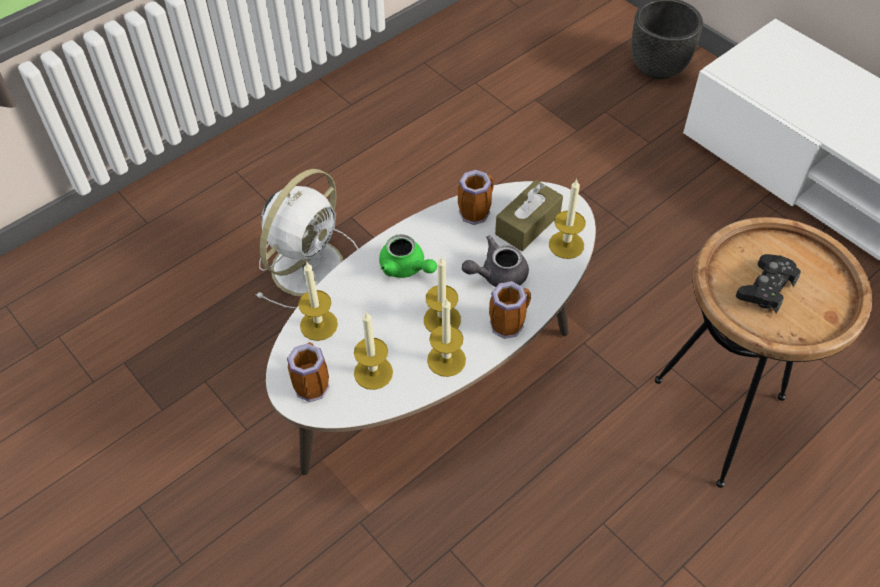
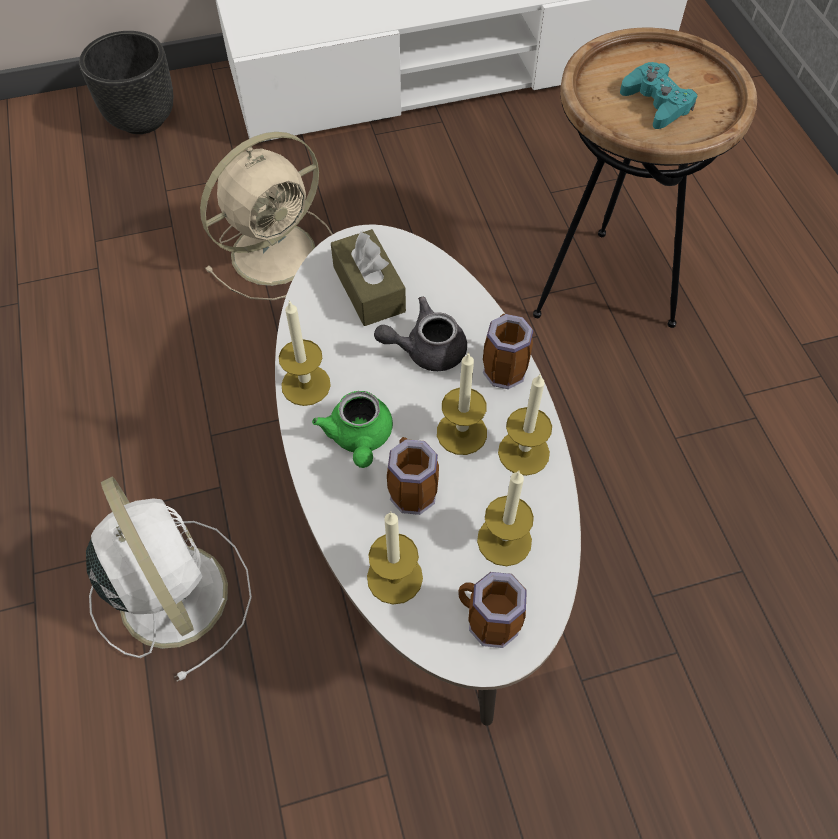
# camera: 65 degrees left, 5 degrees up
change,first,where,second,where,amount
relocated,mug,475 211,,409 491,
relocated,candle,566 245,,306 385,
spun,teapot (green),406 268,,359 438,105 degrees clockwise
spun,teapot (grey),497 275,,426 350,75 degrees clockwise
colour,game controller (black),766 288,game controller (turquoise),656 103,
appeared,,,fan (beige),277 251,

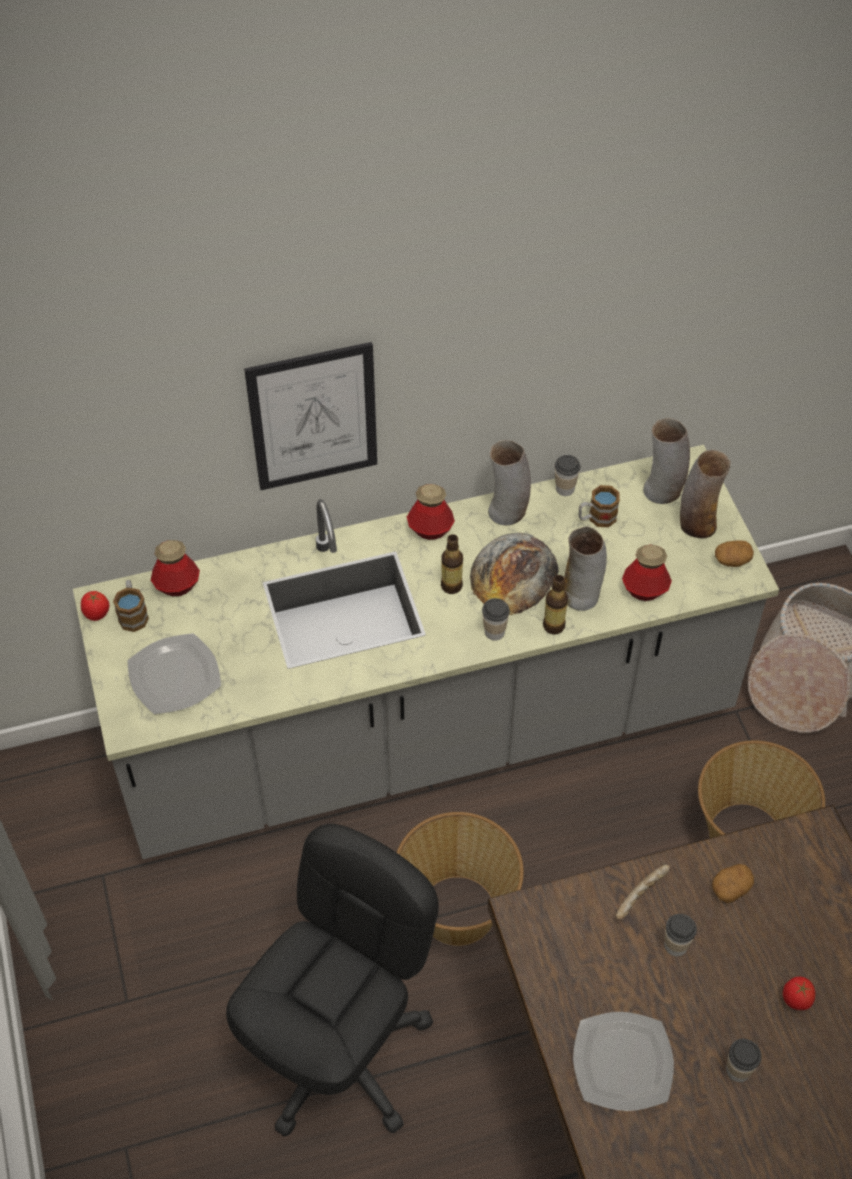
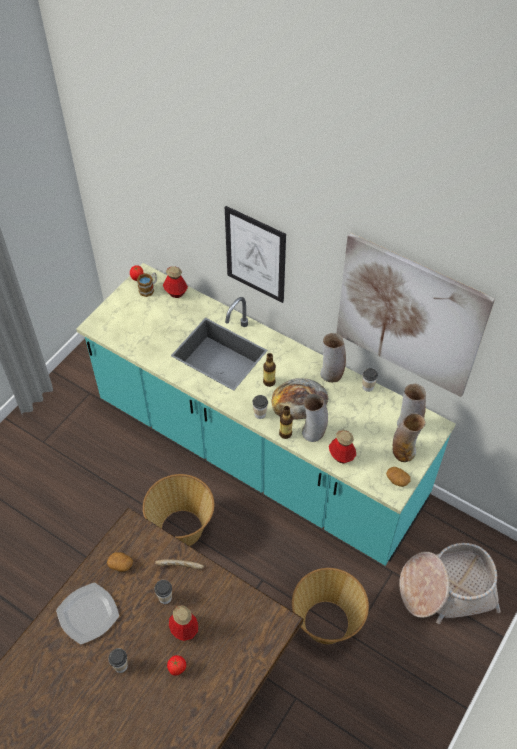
# camera: 50 degrees right, 0 degrees up
change,first,where,second,where,amount
colour,counter (grey),426 731,counter (turquoise),258 453,
relocated,bottle,430 530,,184 629,
missing,mug,596 518,,,
missing,plate,174 677,,,
missing,office chair (black),339 1053,,,
relocated,potato,731 887,,121 564,
appeared,,,picture,409 316,

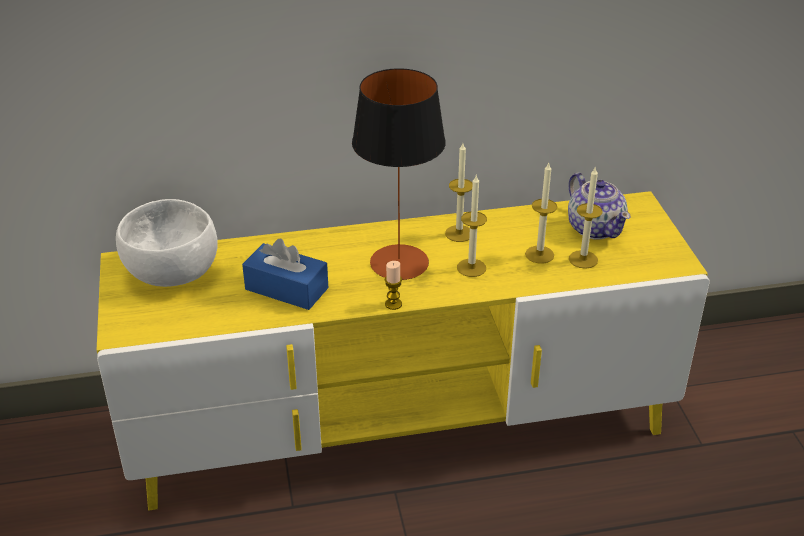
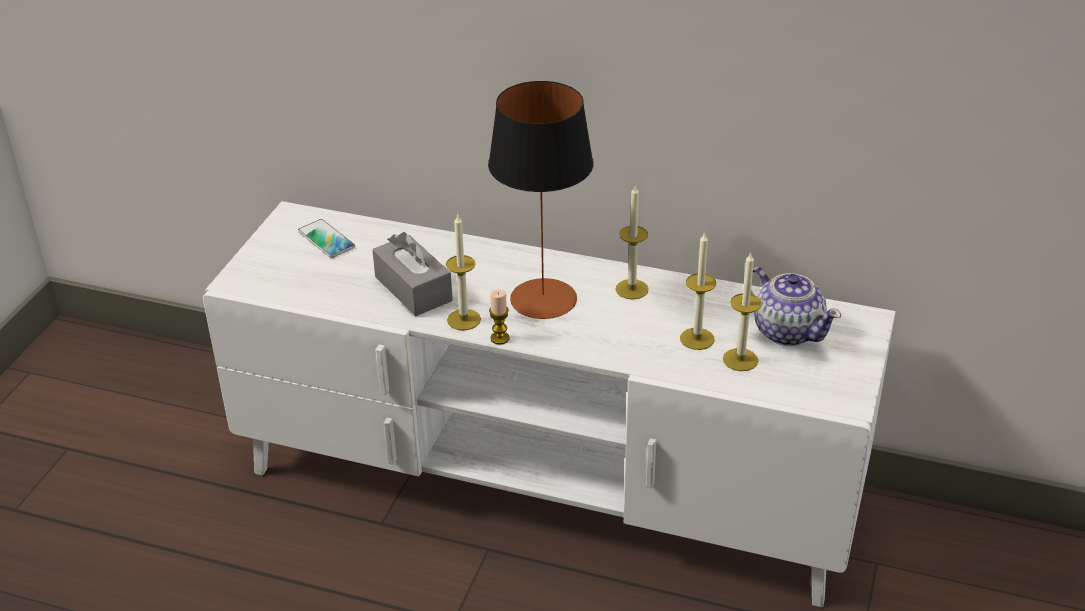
# camera: 30 degrees right, 0 degrees up
change,first,where,second,where,amount
spun,teapot,595 228,,787 330,45 degrees counterclockwise
relocated,candle,471 268,,464 319,
colour,tv stand (yellow),401 425,tv stand (white),546 486,
exchanged,bowl (white),173 272,phone,326 239,
colour,tissue box (blue),286 289,tissue box (grey),413 289,

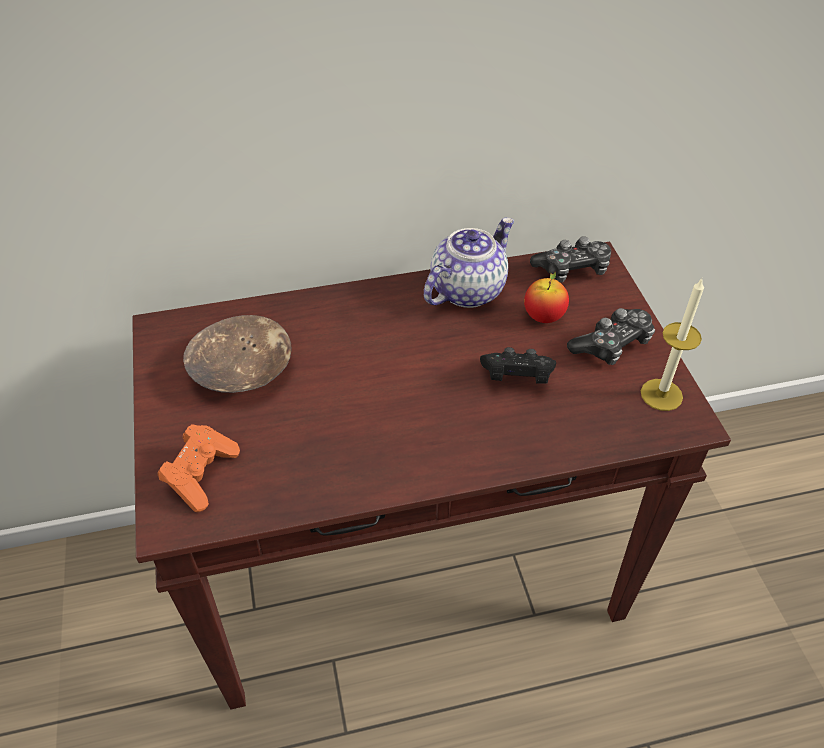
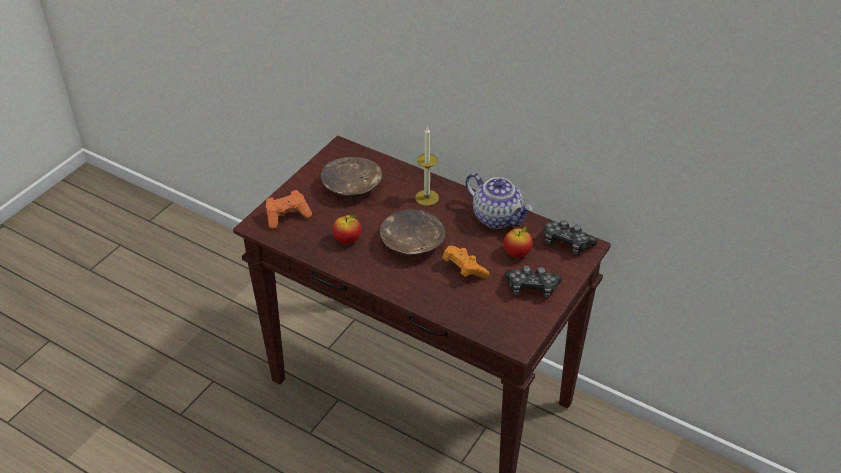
# camera: 45 degrees right, 5 degrees down
change,first,where,second,where,amount
spun,teapot,467 289,,498 217,45 degrees clockwise
relocated,candle,661 394,,427 198,
colour,game controller (black),516 378,game controller (orange),463 269,
appeared,,,bowl (brown),411 243,
appeared,,,apple,347 240,

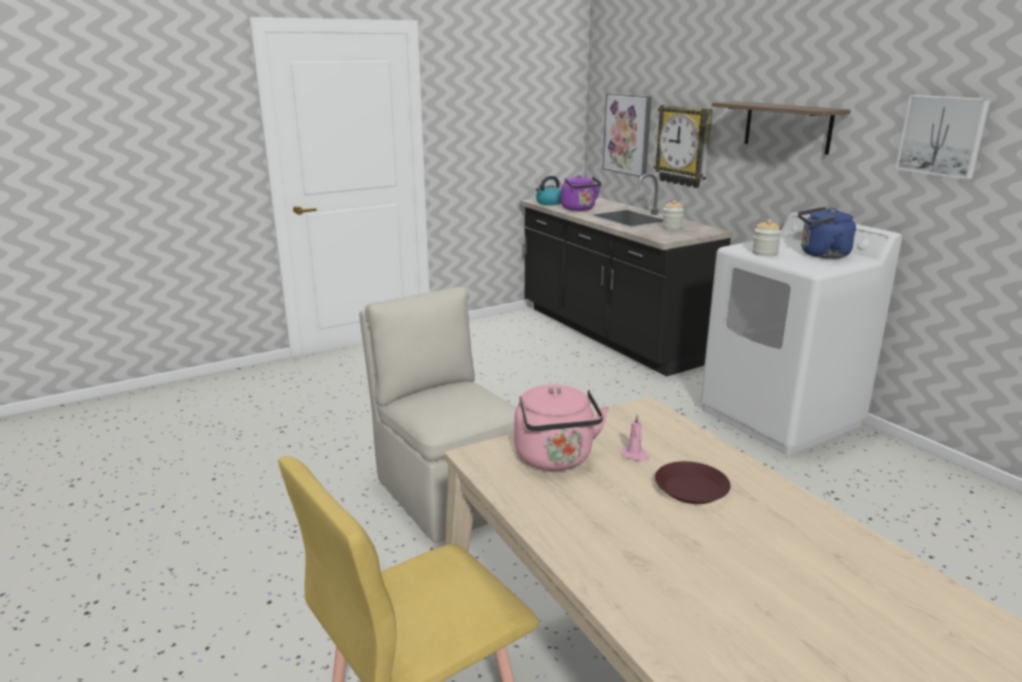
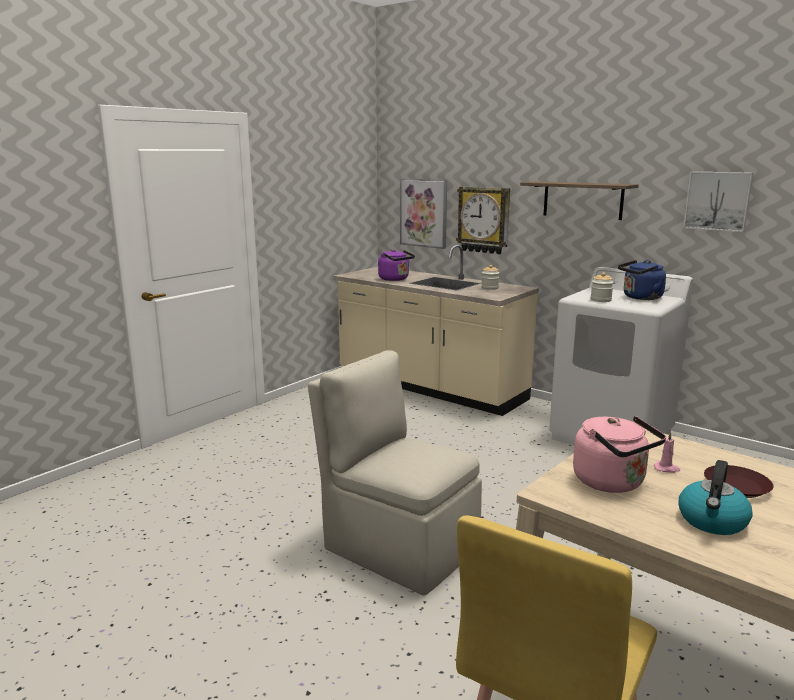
# camera: 20 degrees left, 5 degrees down
change,first,where,second,where,amount
colour,counter (black),610 334,counter (beige),429 388,
relocated,kettle,549 203,,712 521,

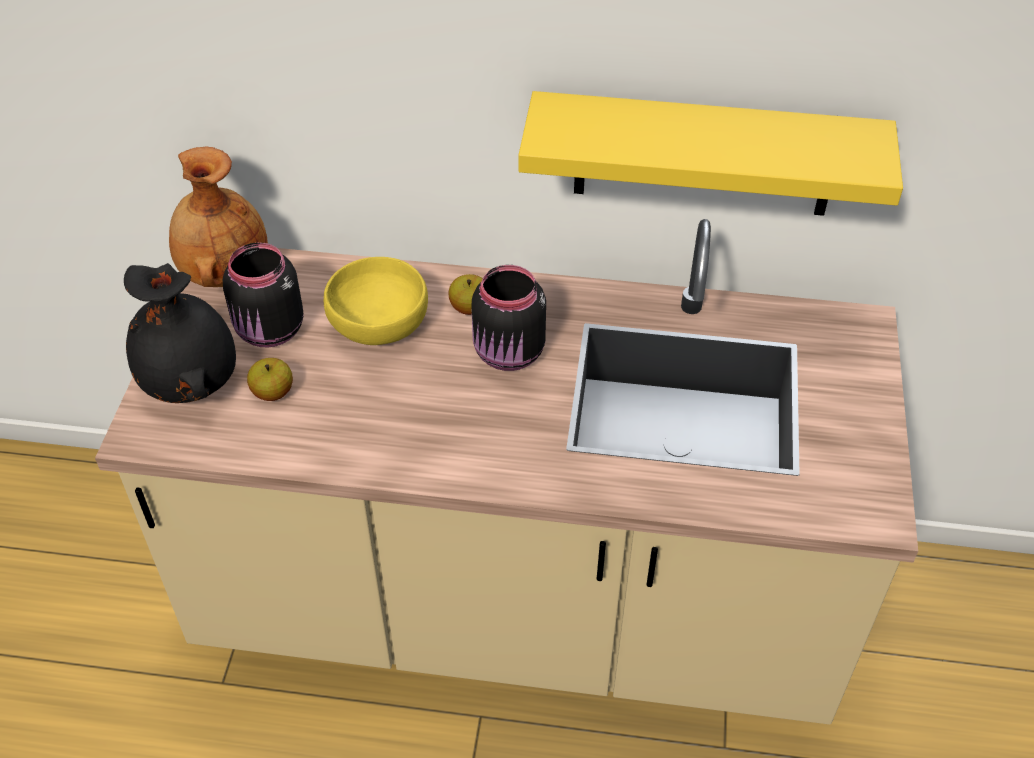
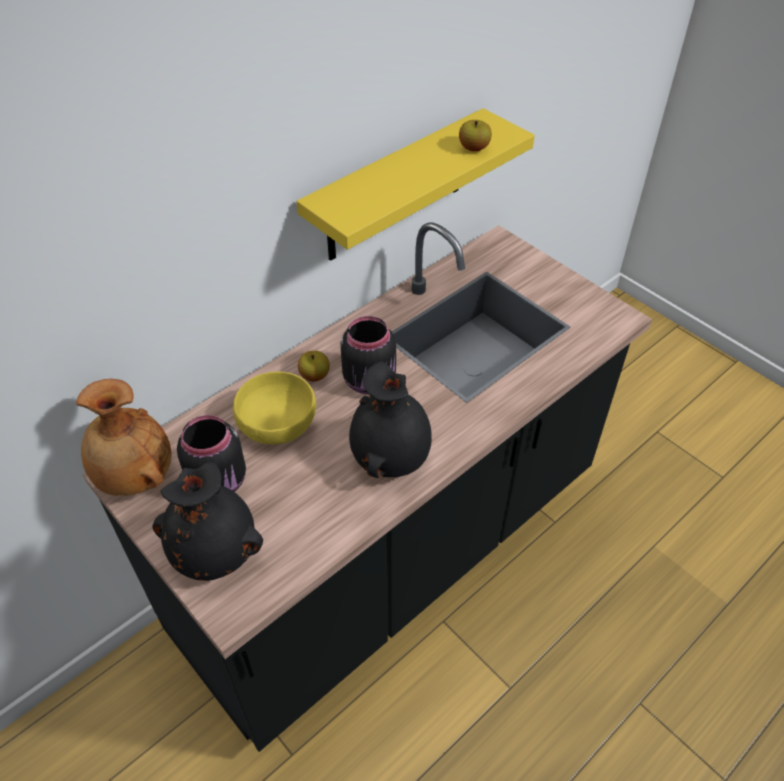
# camera: 50 degrees left, 0 degrees up
change,first,where,second,where,amount
colour,counter (beige),517 607,counter (black),392 553,
relocated,apple,273 392,,474 148,
appeared,,,vase (black),392 458,

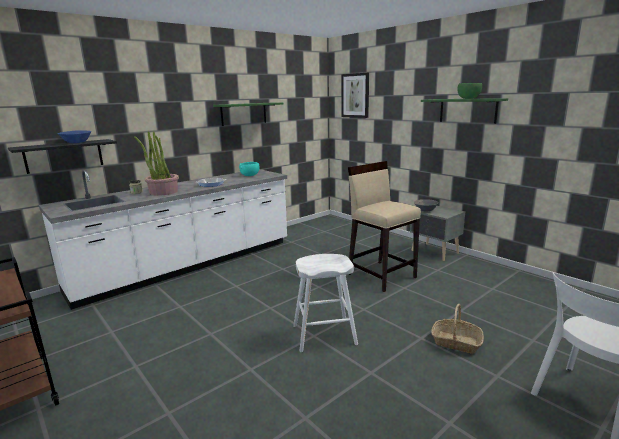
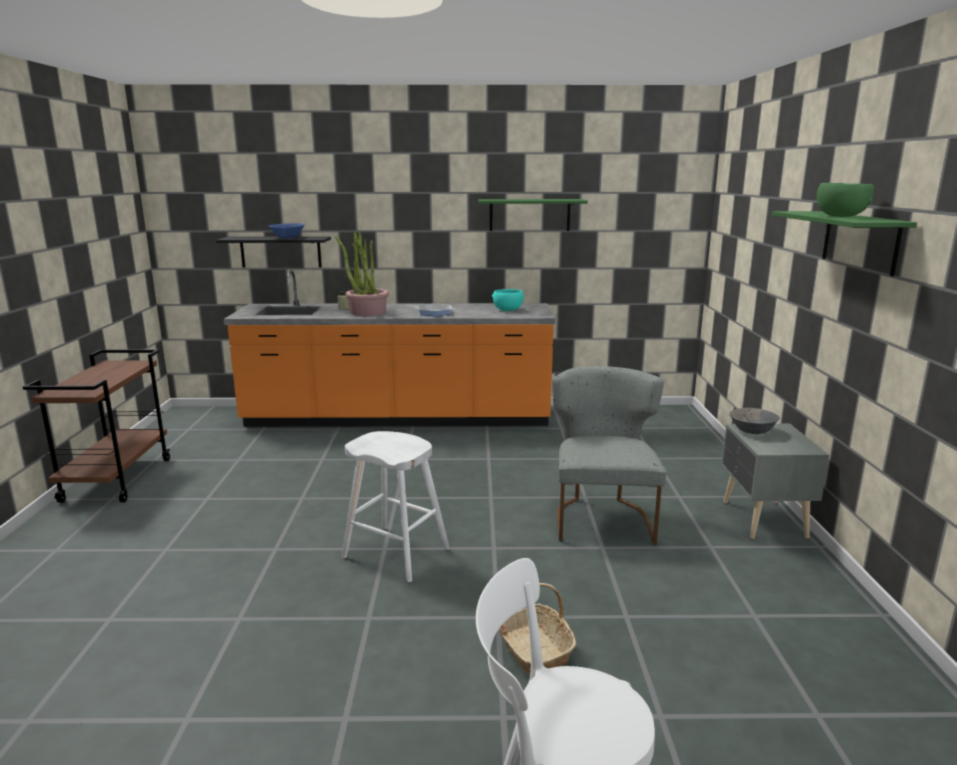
# camera: 40 degrees right, 0 degrees up
change,first,where,second,where,amount
missing,picture,355 95,,,
exchanged,stool (beige),381 275,chair (grey),601 517,
colour,counter (white),188 266,counter (orange),398 418,

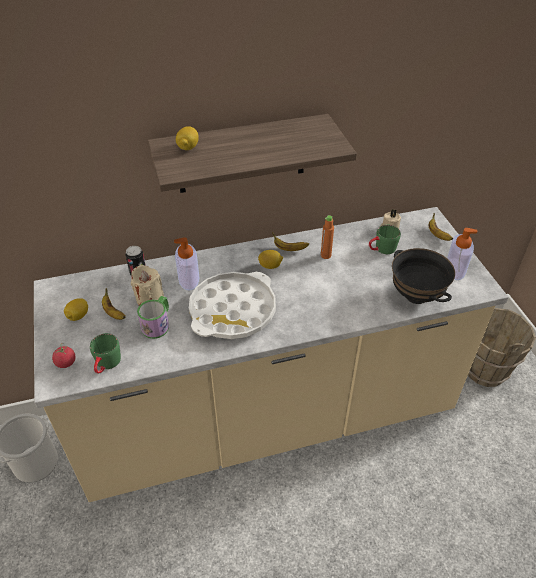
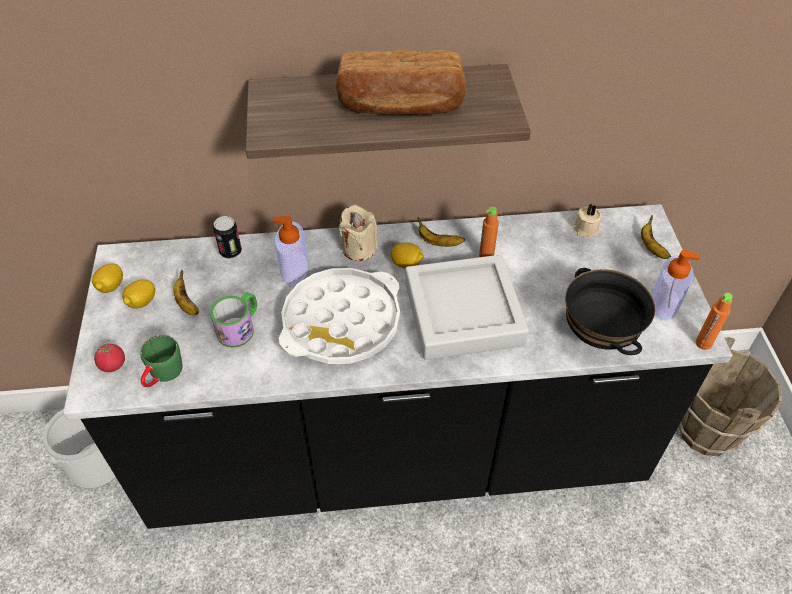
# camera: 10 degrees right, 5 degrees up
change,first,where,second,where,amount
relocated,lemon,188 147,,111 286,
colour,counter (beige),268 419,counter (black),396 453,
missing,mug (green),381 249,,,
relocated,candle (beige),149 298,,359 248,
appeared,,,bread,401 105,
appeared,,,tray (grey),463 313,
appeared,,,bottle (orange),703 343,

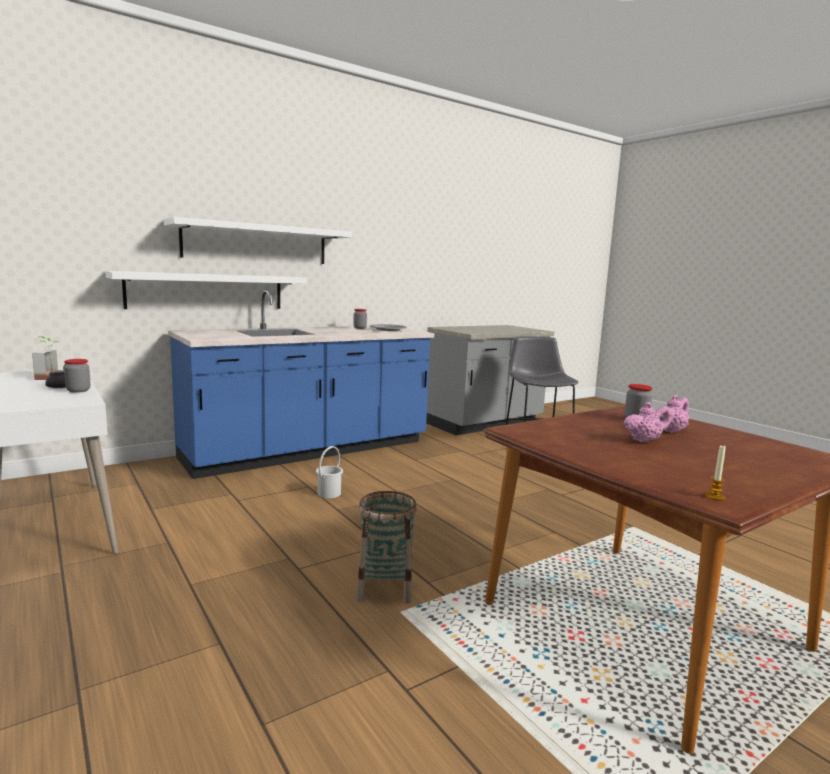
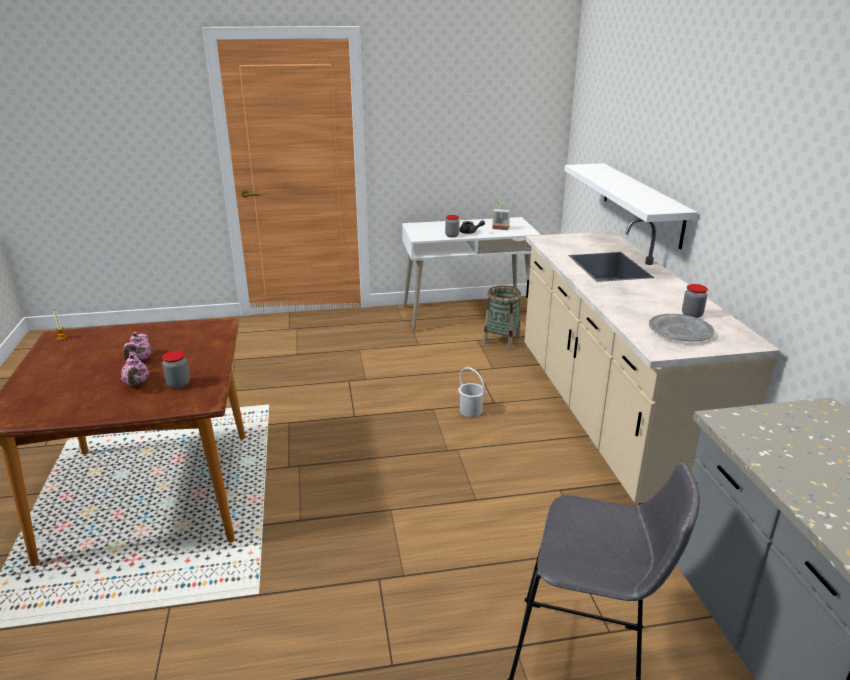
# camera: 115 degrees right, 15 degrees up
change,first,where,second,where,amount
missing,shelf (white),256 243,,,
colour,counter (blue),309 451,counter (beige),608 418,
relocated,basket,385 587,,501 340,

